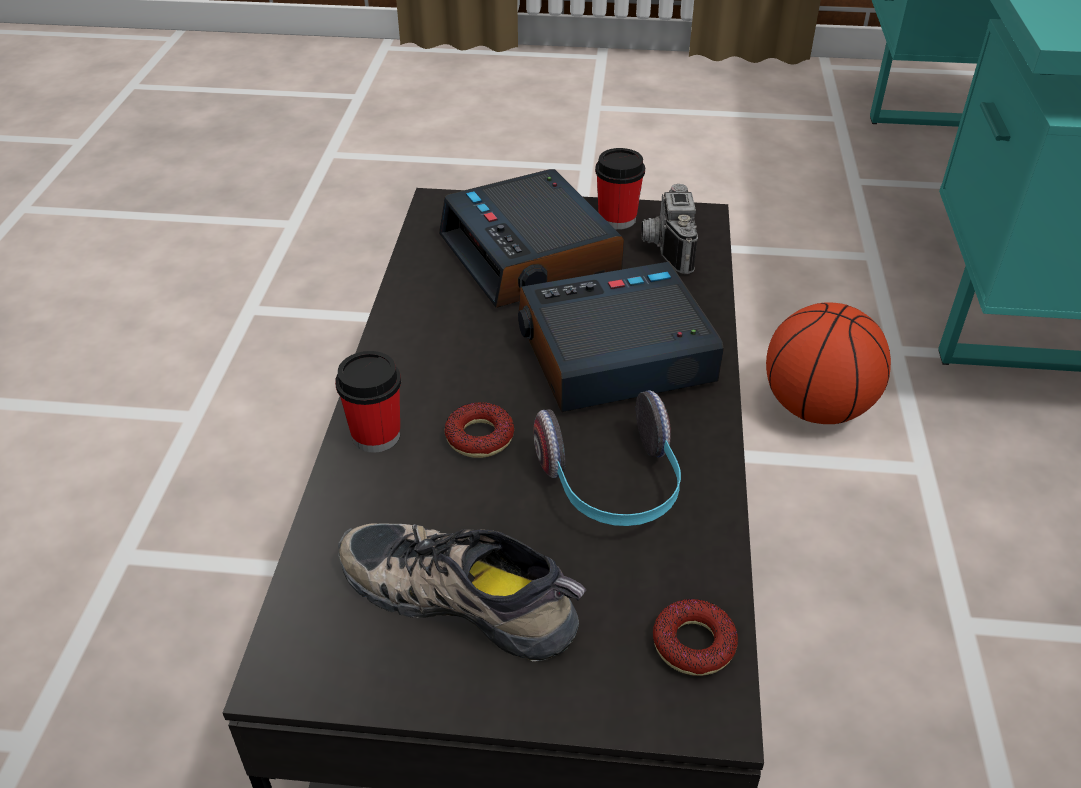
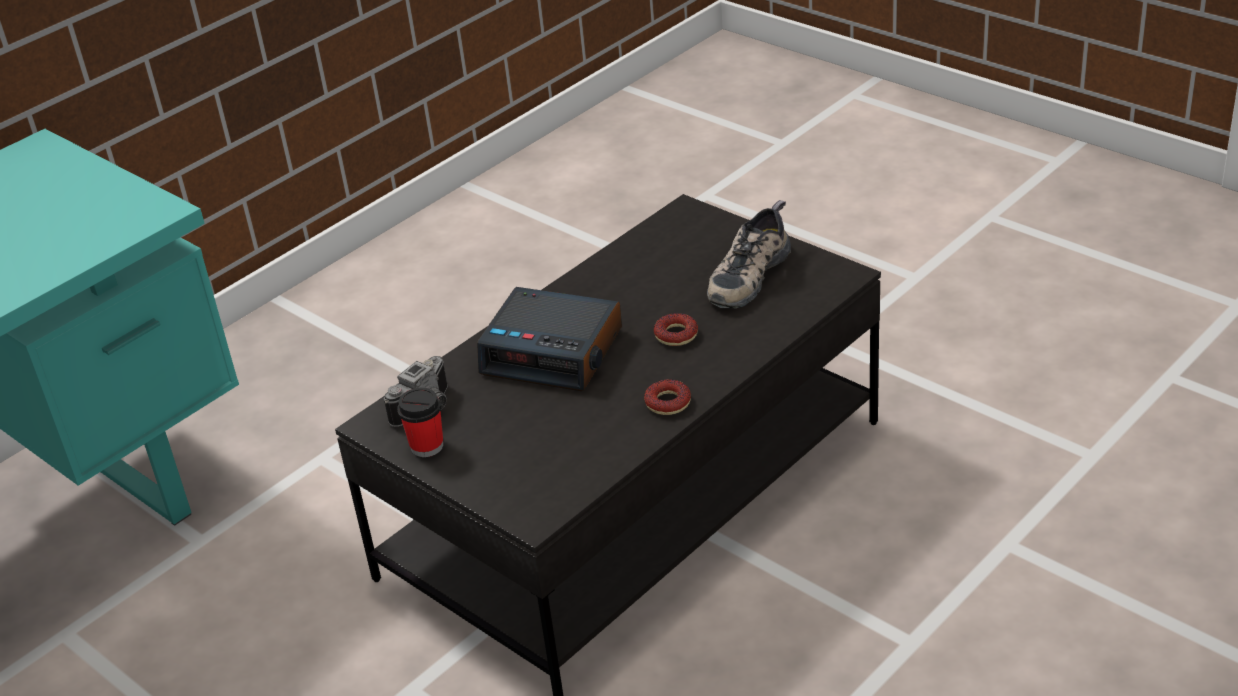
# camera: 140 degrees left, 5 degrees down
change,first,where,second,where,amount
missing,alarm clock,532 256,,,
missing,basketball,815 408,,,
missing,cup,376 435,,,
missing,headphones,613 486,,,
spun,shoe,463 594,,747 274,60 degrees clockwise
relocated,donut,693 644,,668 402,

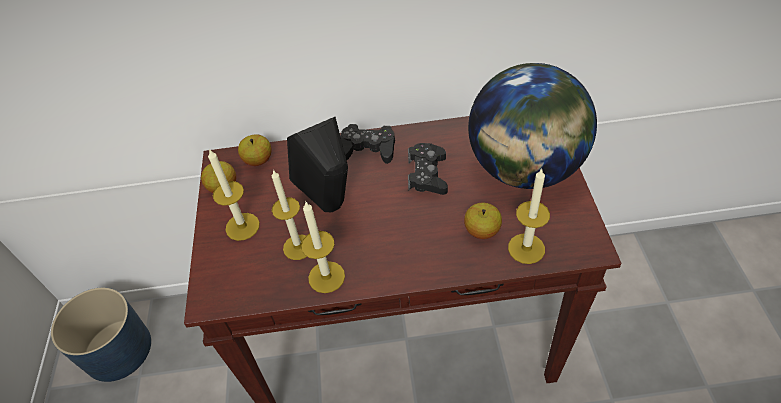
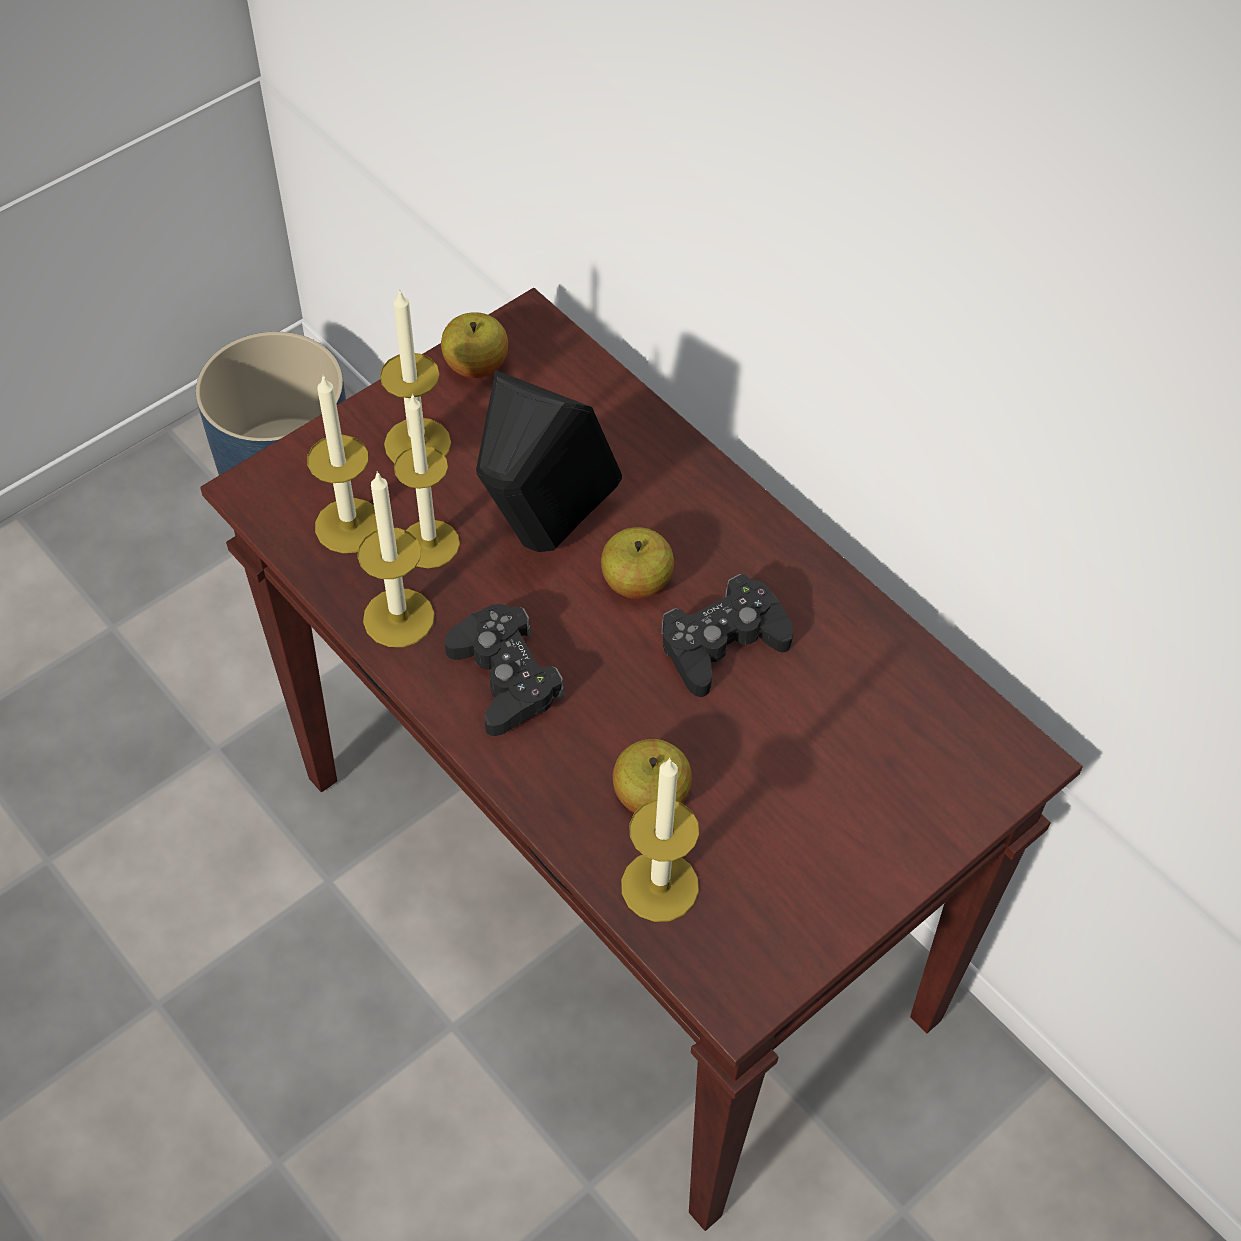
# camera: 50 degrees right, 5 degrees up
change,first,where,second,where,amount
missing,globe,524 169,,,
relocated,game controller (black),368 149,,505 677,
relocated,apple,258 160,,636 583,
appeared,,,candle,349 525,

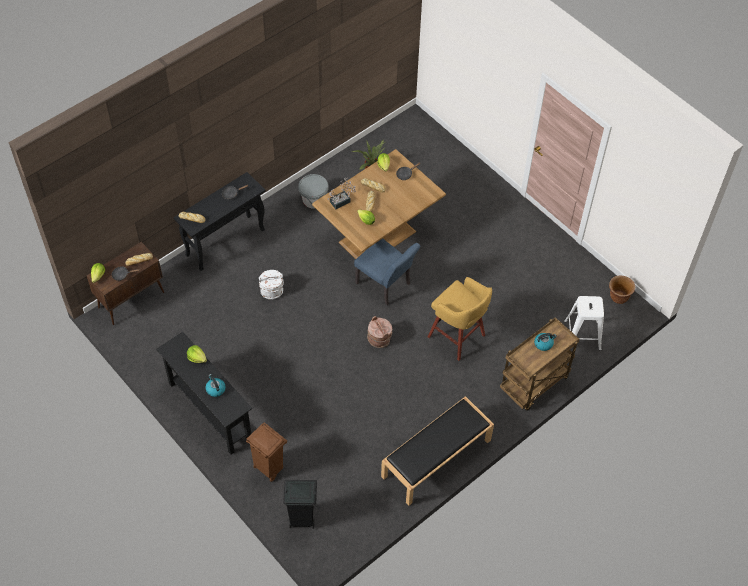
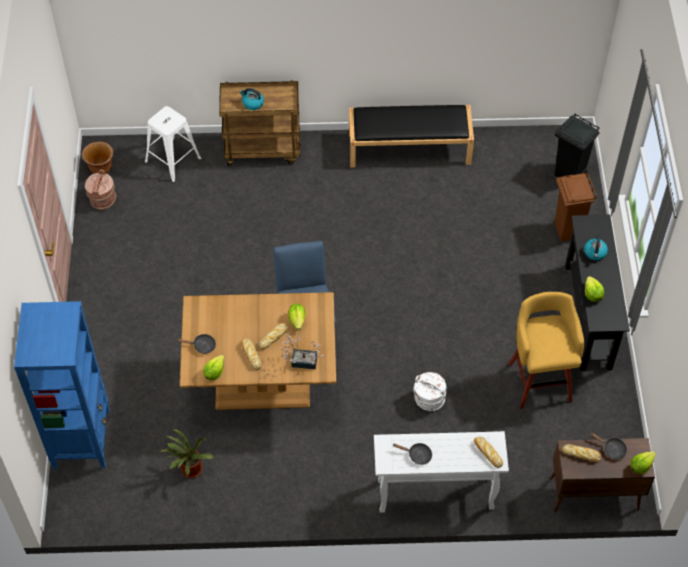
# camera: 140 degrees left, 0 degrees up
change,first,where,second,where,amount
colour,console table (black),225 242,console table (white),434 495,
missing,bucket (grey),314 199,,,
relocated,stool (yellow),457 337,,539 380,
relocated,bucket (brown),379 339,,102 199,
appeared,,,bookcase (blue),82 438,

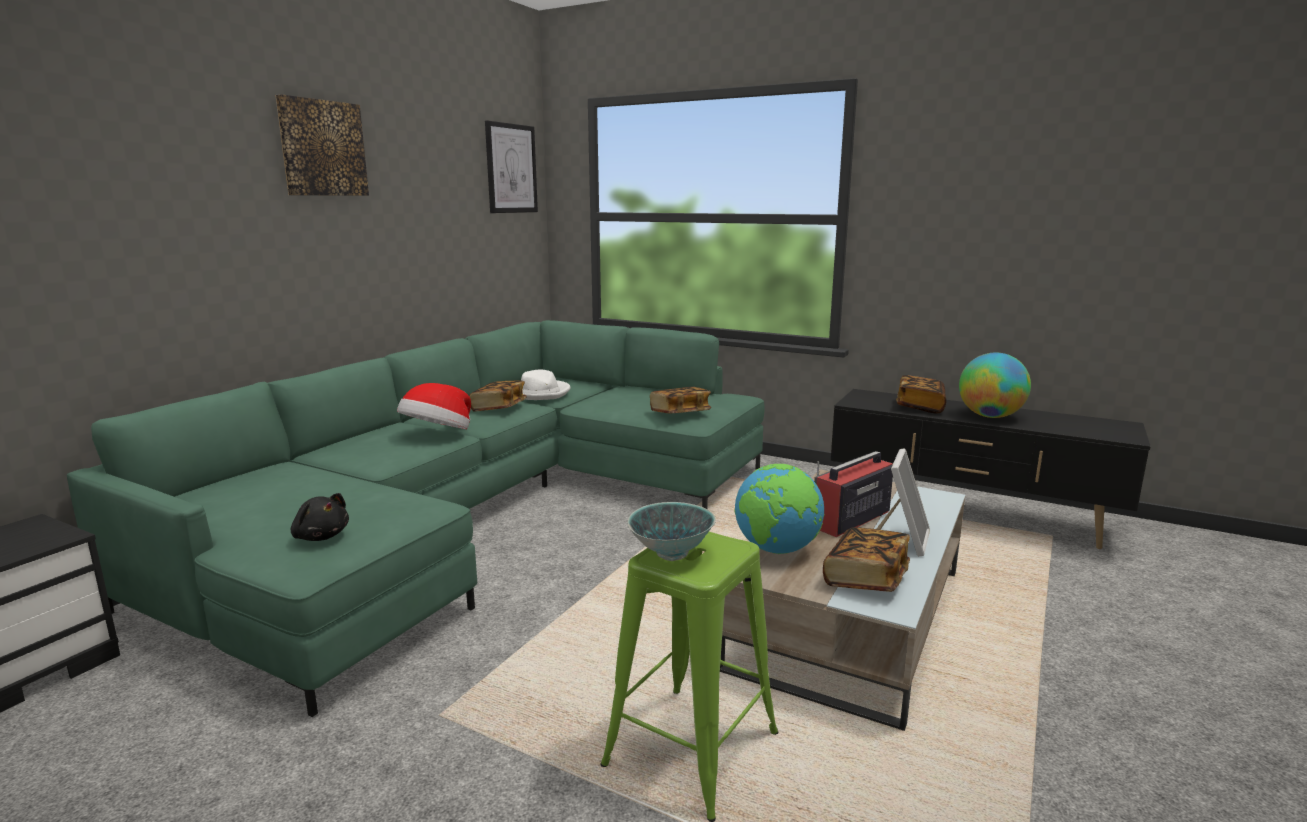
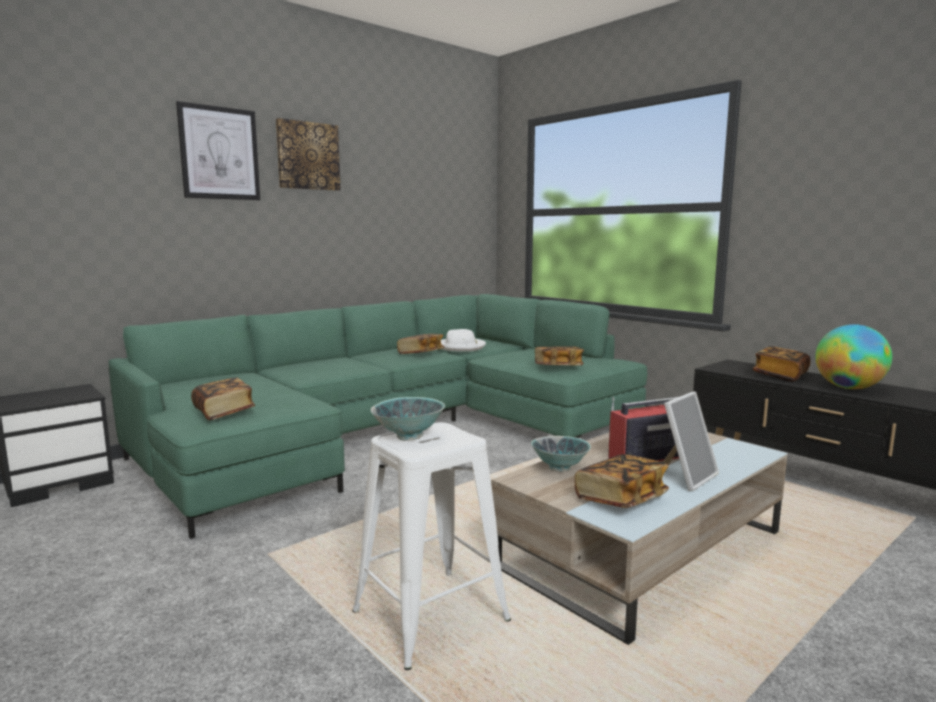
# camera: 20 degrees right, 5 degrees down
change,first,where,second,where,amount
relocated,picture,511 168,,219 153,
missing,hat,438 434,,,
exchanged,globe,777 550,bowl,560 468,
exchanged,plush toy (black),321 536,book,224 412,
colour,stool (green),693 748,stool (white),432 615,

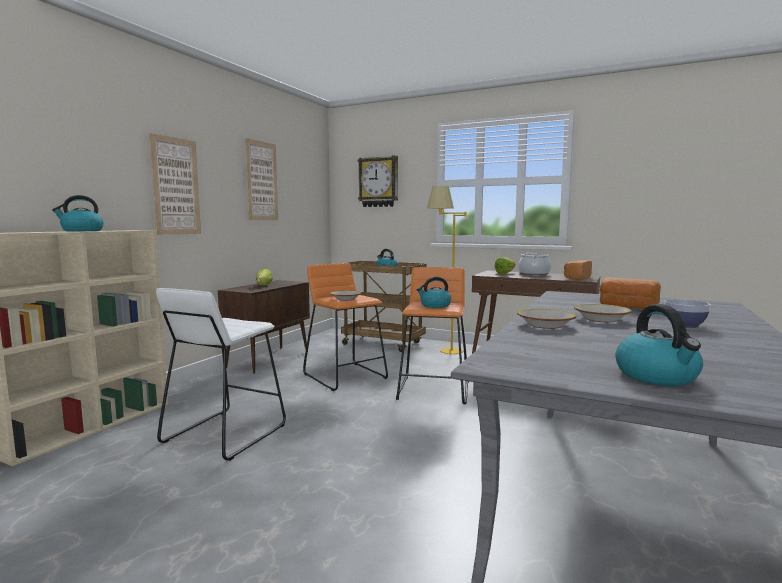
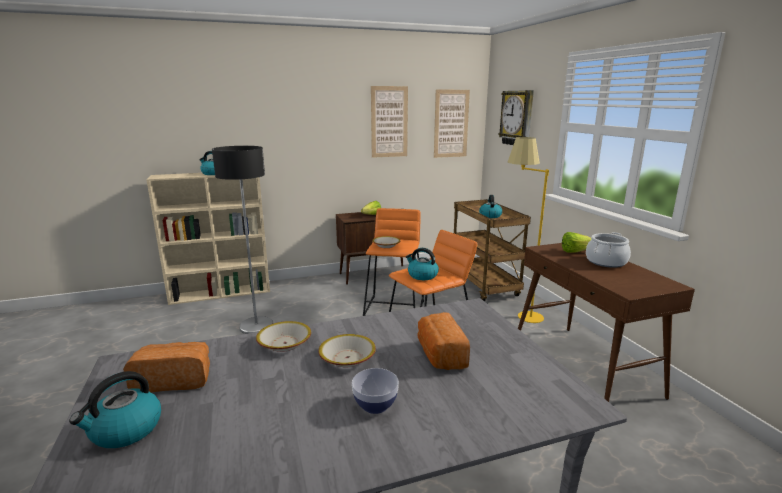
# camera: 45 degrees right, 10 degrees up
change,first,where,second,where,amount
relocated,picture,175 186,,451 124,
relocated,bread,576 278,,174 380,
exchanged,stool (white),224 433,floor lamp,256 326,

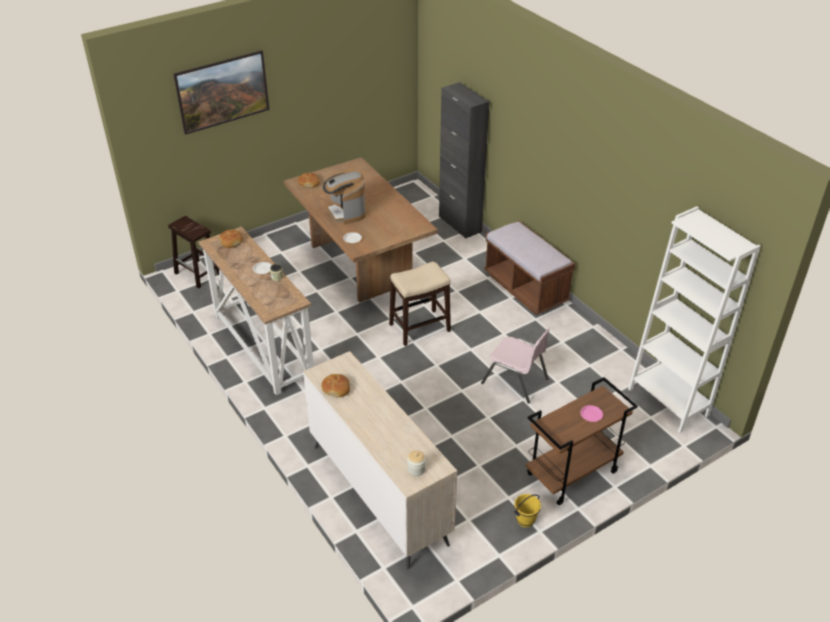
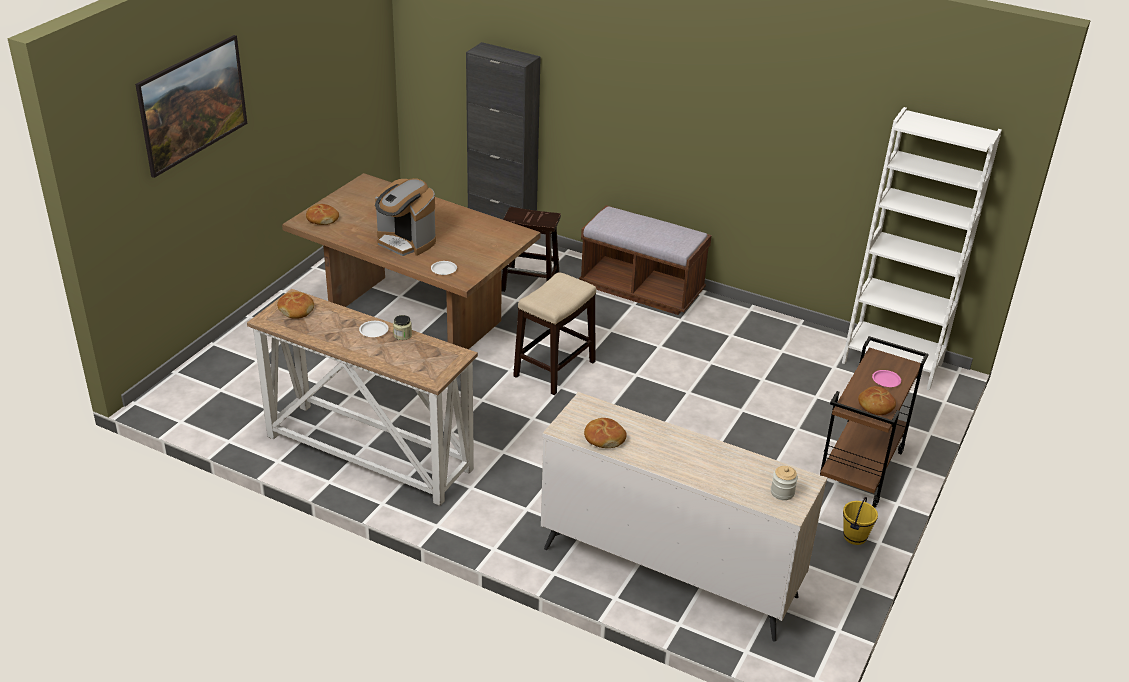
# camera: 30 degrees left, 5 degrees down
change,first,where,second,where,amount
relocated,stool (brown),198 274,,531 284,
missing,chair (pink),515 381,,,
appeared,,,bread,875 406,

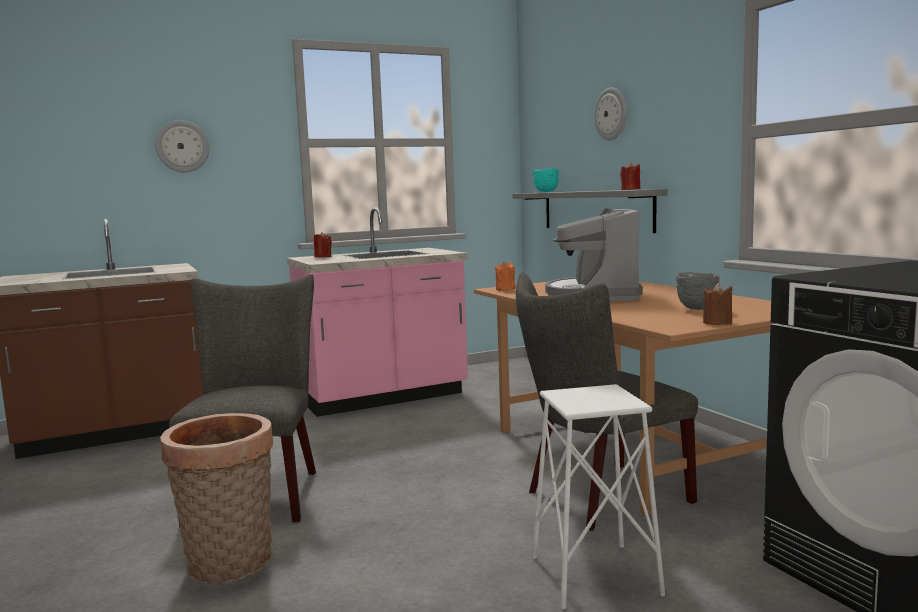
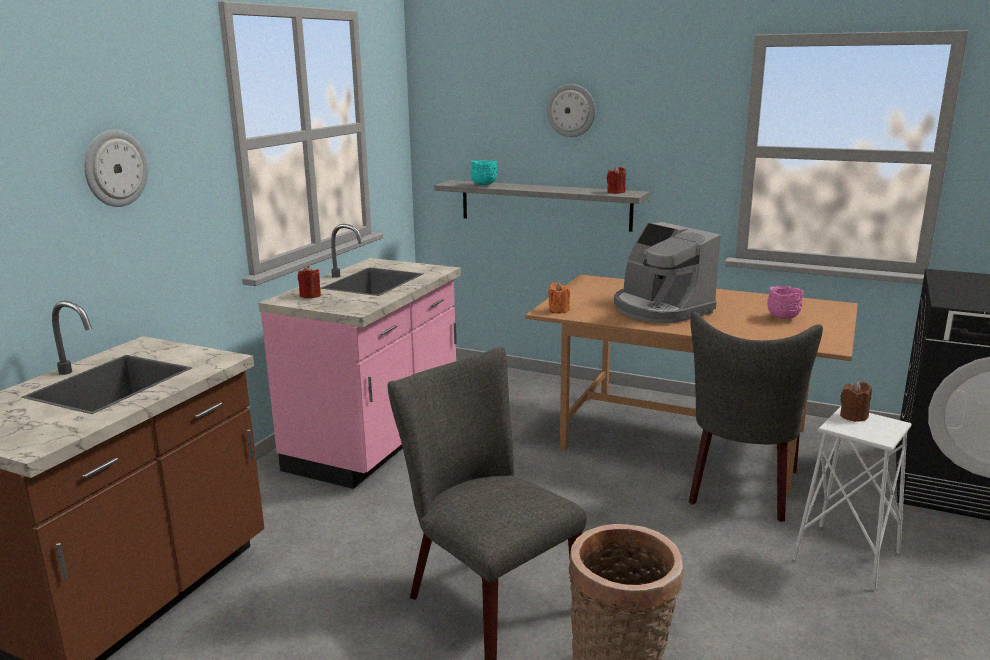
# camera: 40 degrees left, 10 degrees up
change,first,where,second,where,amount
colour,bowl (grey),696 309,bowl (pink),782 318,
relocated,candle (brown),717 323,,853 416,

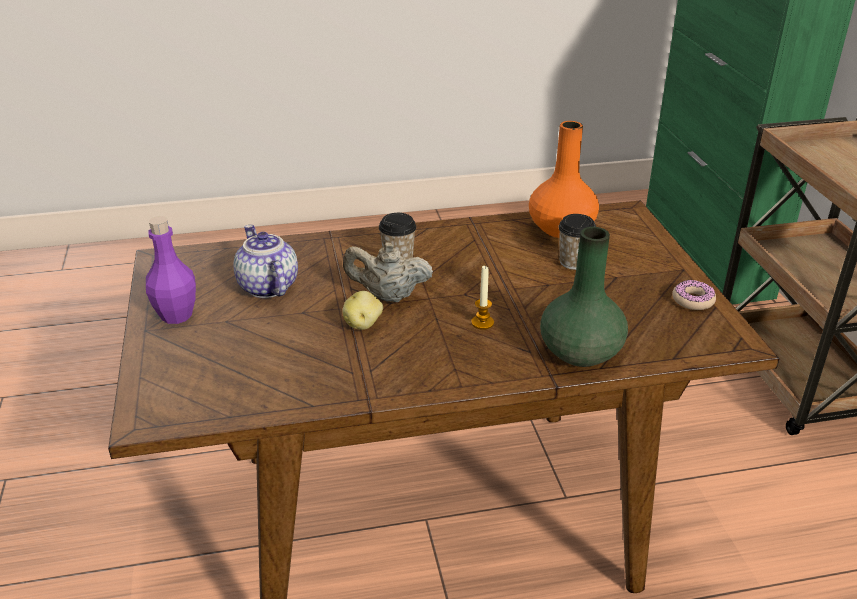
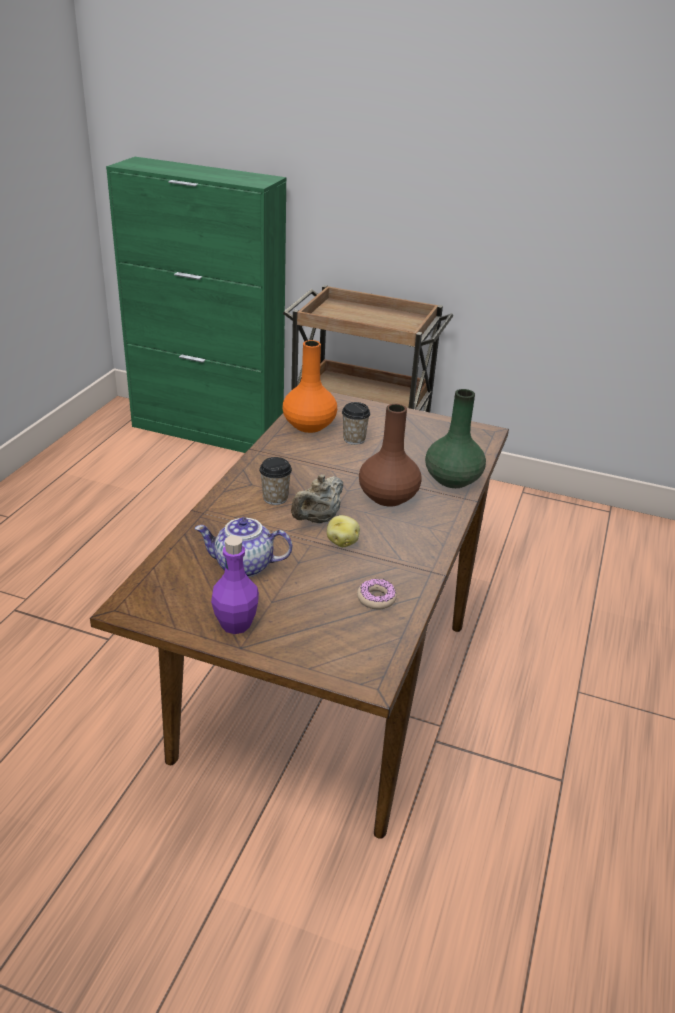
# camera: 60 degrees left, 0 degrees up
change,first,where,second,where,amount
exchanged,candle,482 323,vase (brown),388 497,
relocated,donut,693 300,,376 598,

